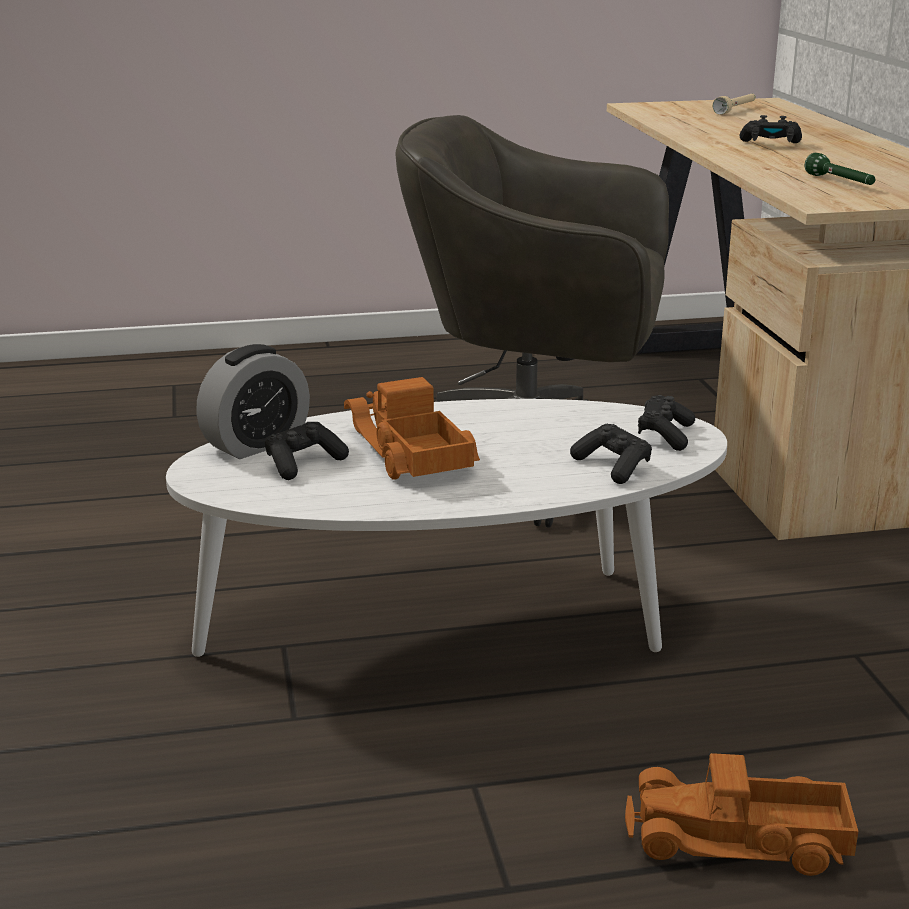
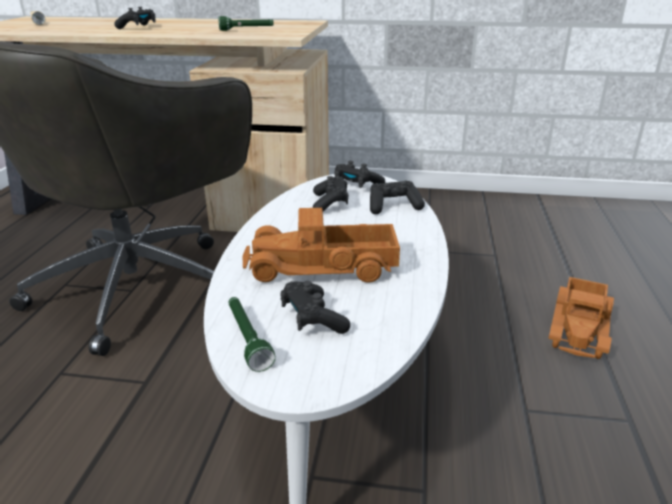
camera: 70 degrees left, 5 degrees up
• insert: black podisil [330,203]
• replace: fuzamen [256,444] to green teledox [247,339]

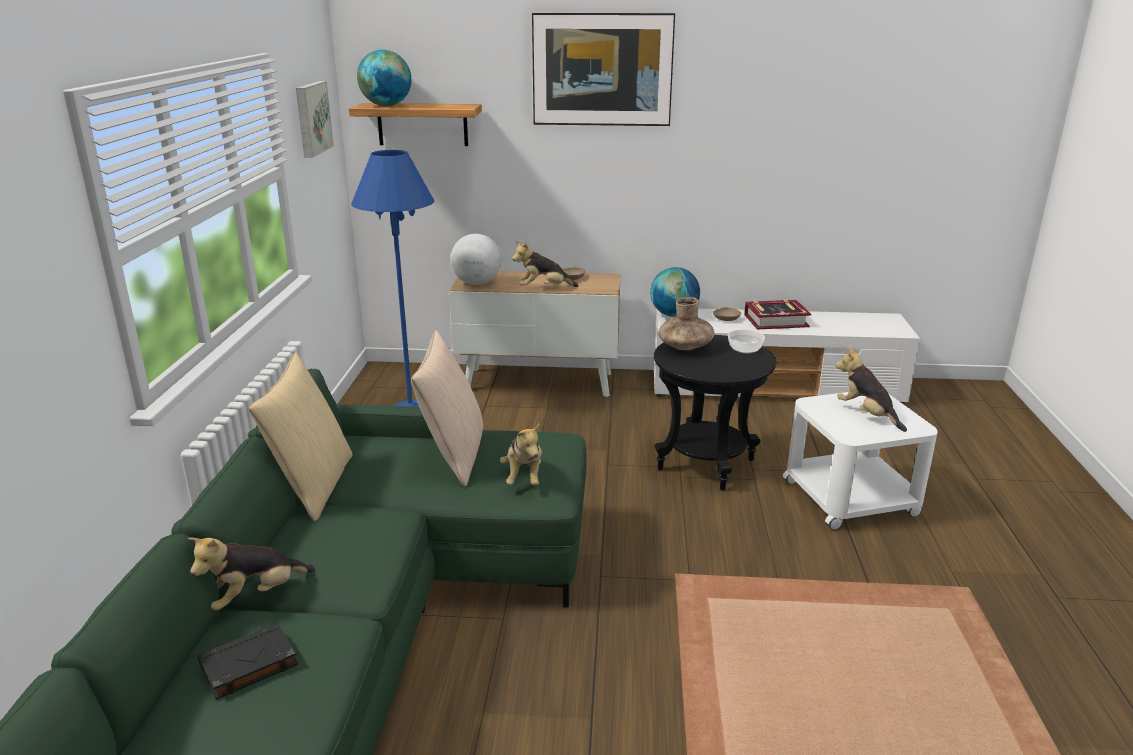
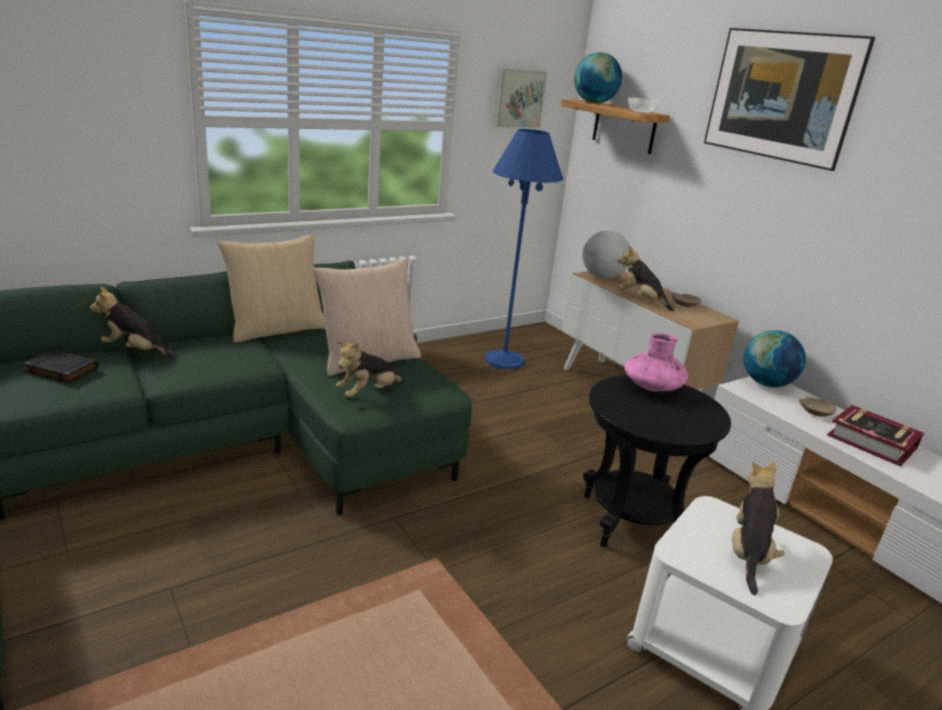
camera: 50 degrees right, 0 degrees up
• move: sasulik [745,349] to [642,112]
• recolor: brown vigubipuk [685,347] to pink vigubipuk [652,387]

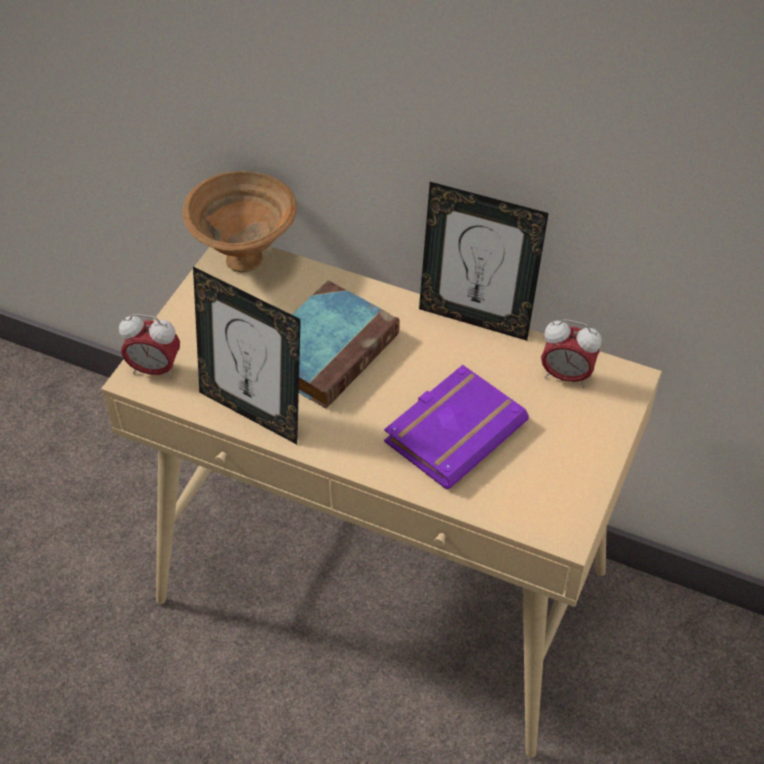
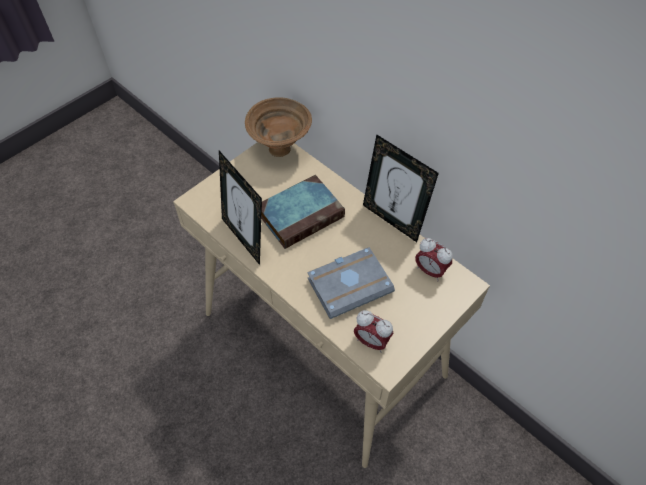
camera: 20 degrees right, 5 degrees up
• move: fuzamen [155,369] to [371,341]
• recolor: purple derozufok [454,429] to grey derozufok [350,283]

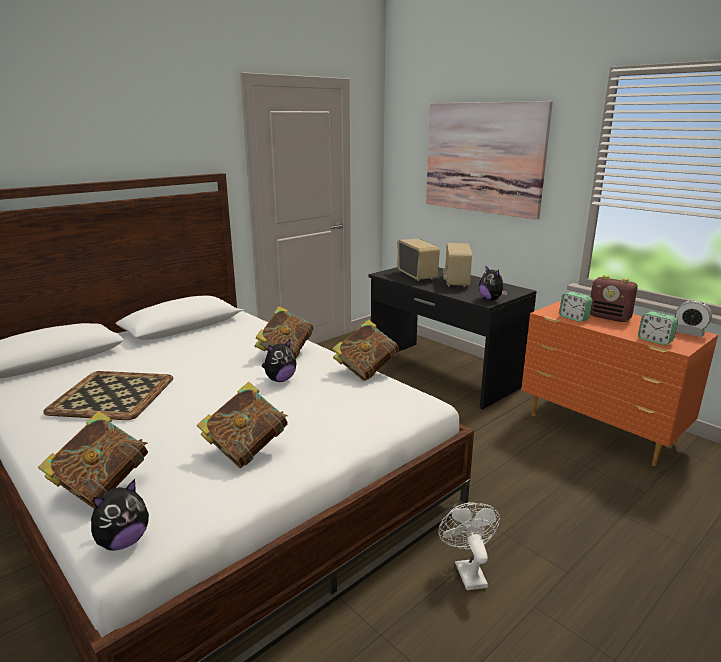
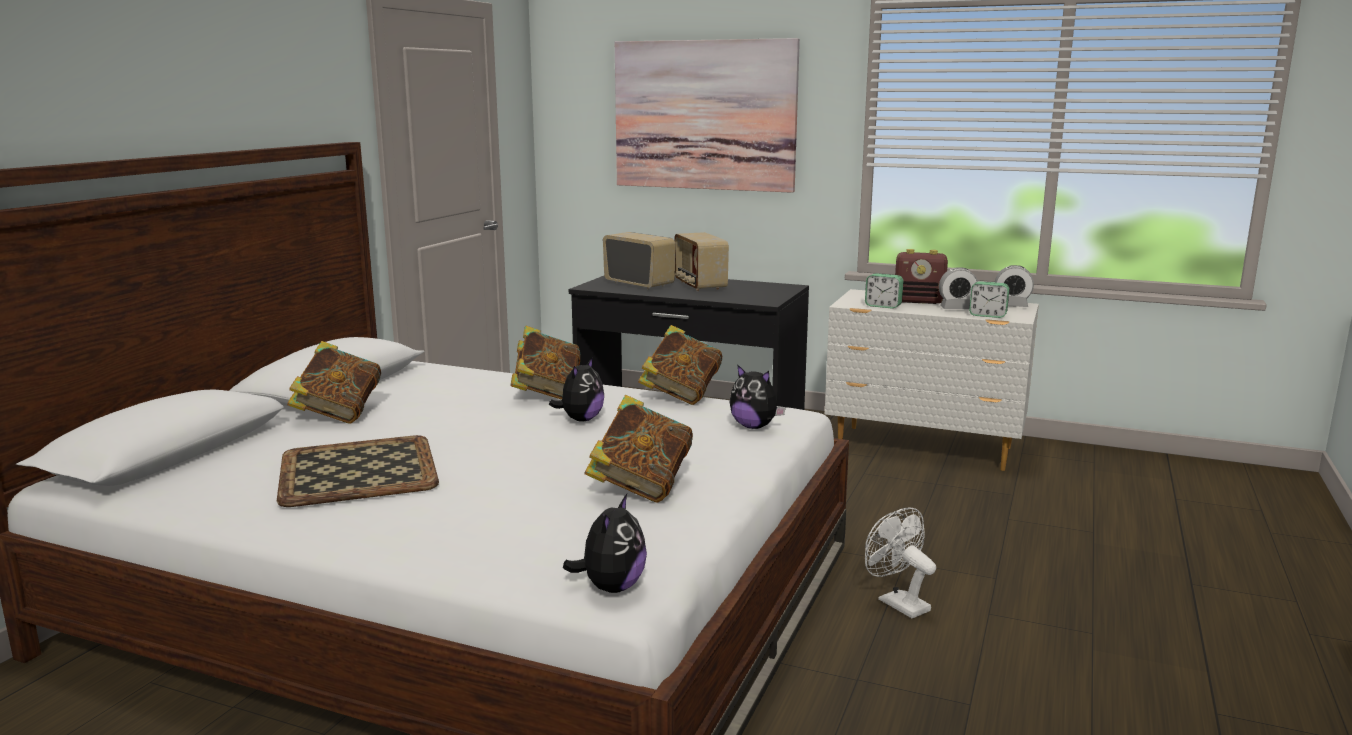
camera: 25 degrees left, 5 degrees down
• insert: fuzamen [956,308]
• move: derozufok [102,487] to [338,414]
• move: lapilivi [491,299] to [754,426]
• recolor: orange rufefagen [601,430] to white rufefagen [925,449]

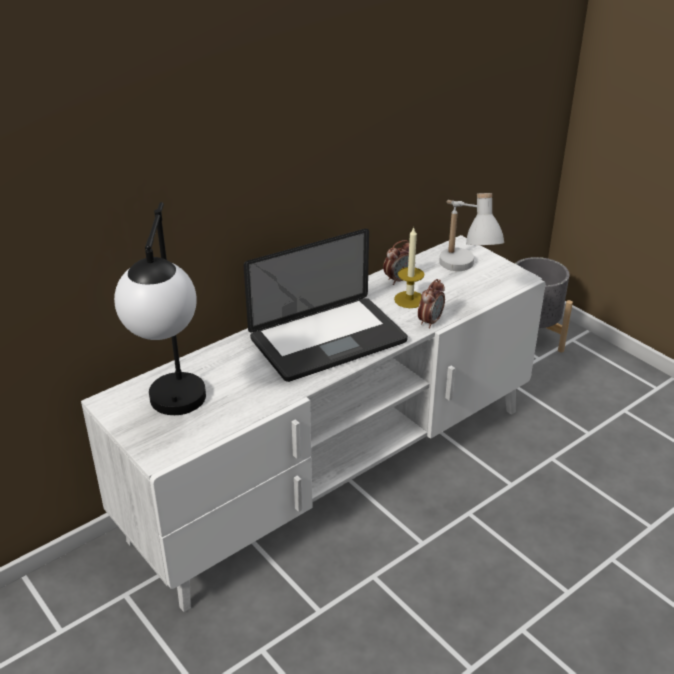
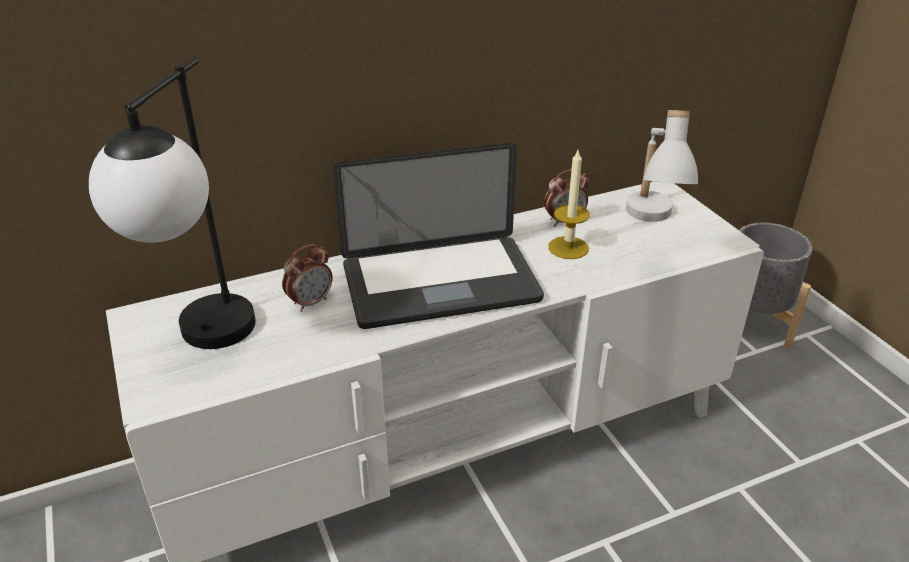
camera: 15 degrees right, 0 degrees up
• move: fuzamen [430,321] to [310,302]

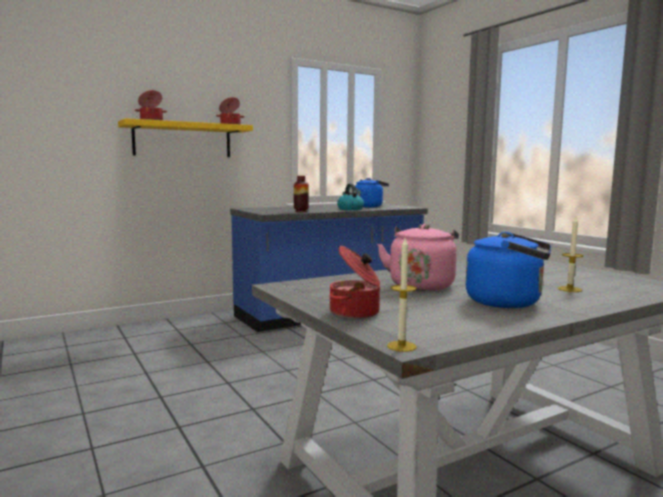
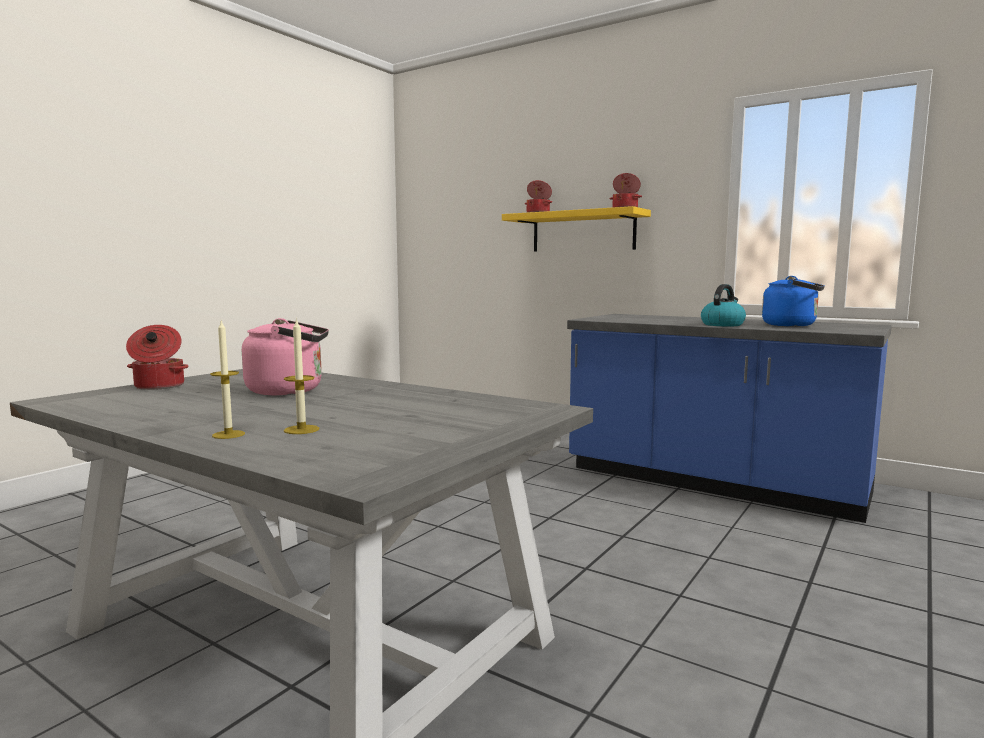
camera: 65 degrees right, 0 degrees up
• delete: vigubipuk [301,211]
• delete: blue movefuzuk [508,302]
• move: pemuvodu [401,346] to [228,434]

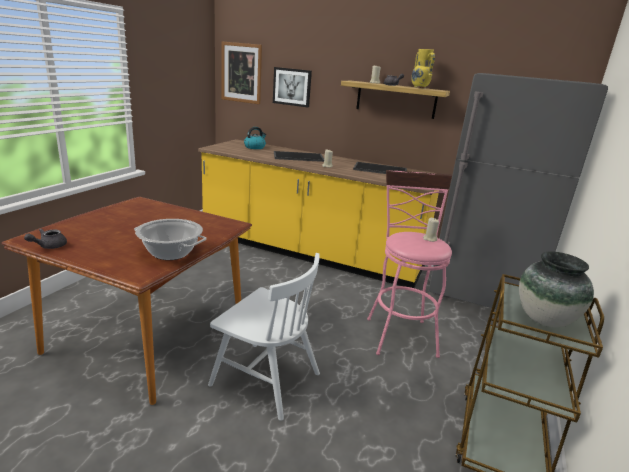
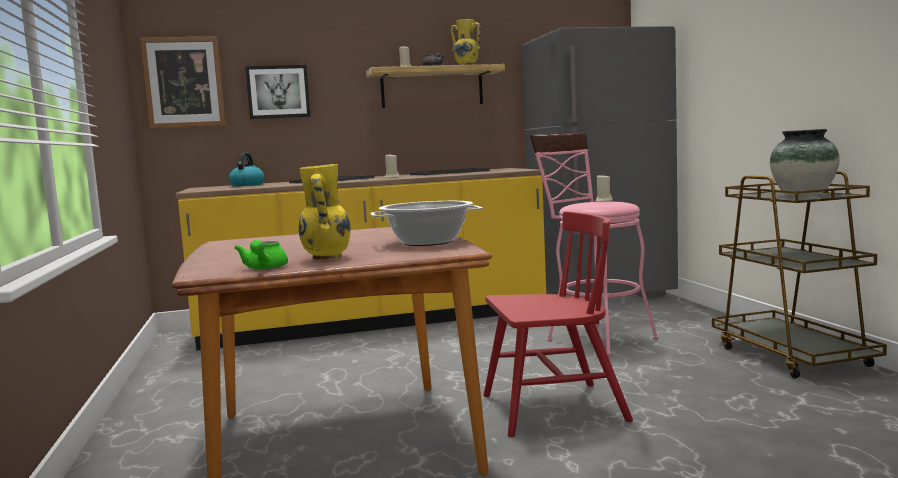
camera: 35 degrees left, 15 degrees down
• insert: yellow vigubipuk [326,258]
• recolor: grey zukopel [49,246] to green zukopel [264,269]
• recolor: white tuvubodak [265,379] to red tuvubodak [553,408]

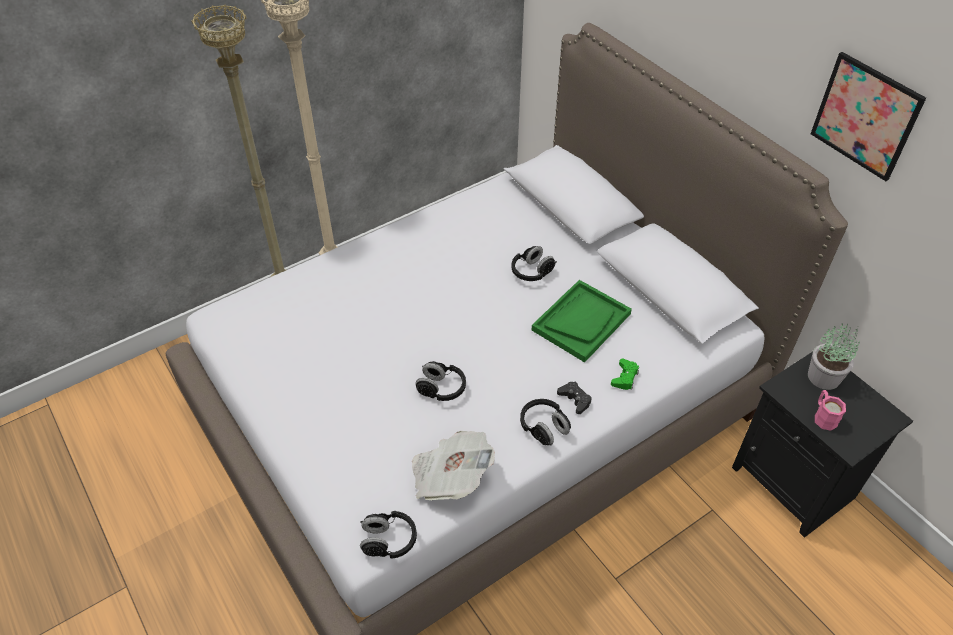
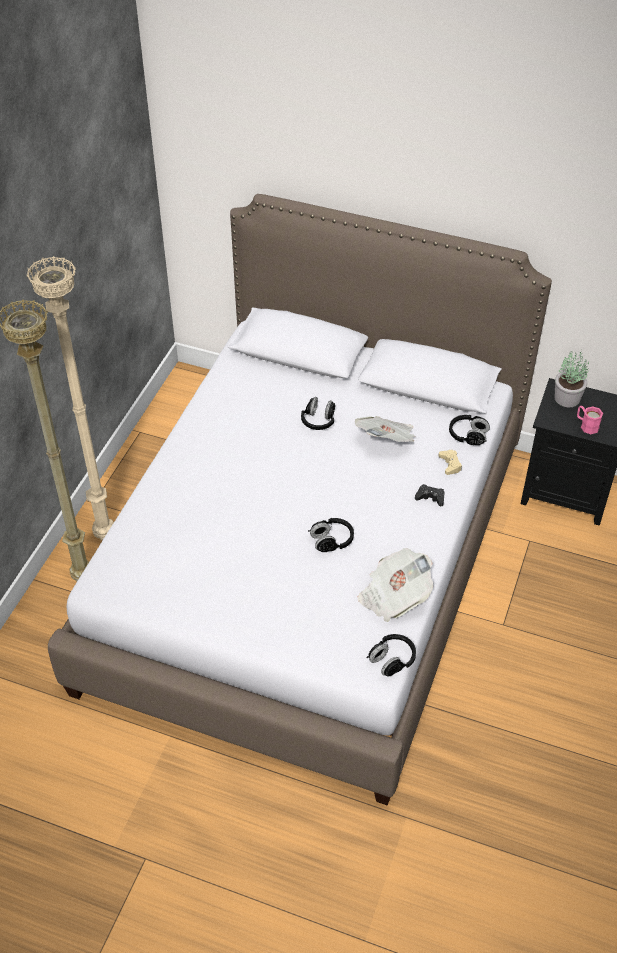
camera: 35 degrees left, 0 degrees up
• delete: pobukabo [865,116]
• move: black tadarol [543,428] to [468,436]
• replace: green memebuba [581,322] to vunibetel [387,440]
• recolor: green podisil [625,377] to beige podisil [450,464]

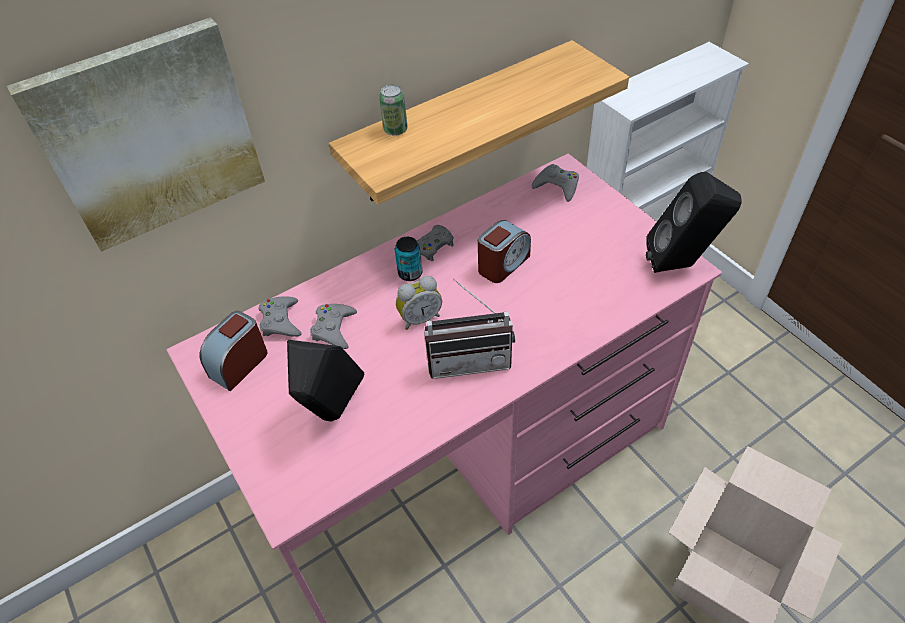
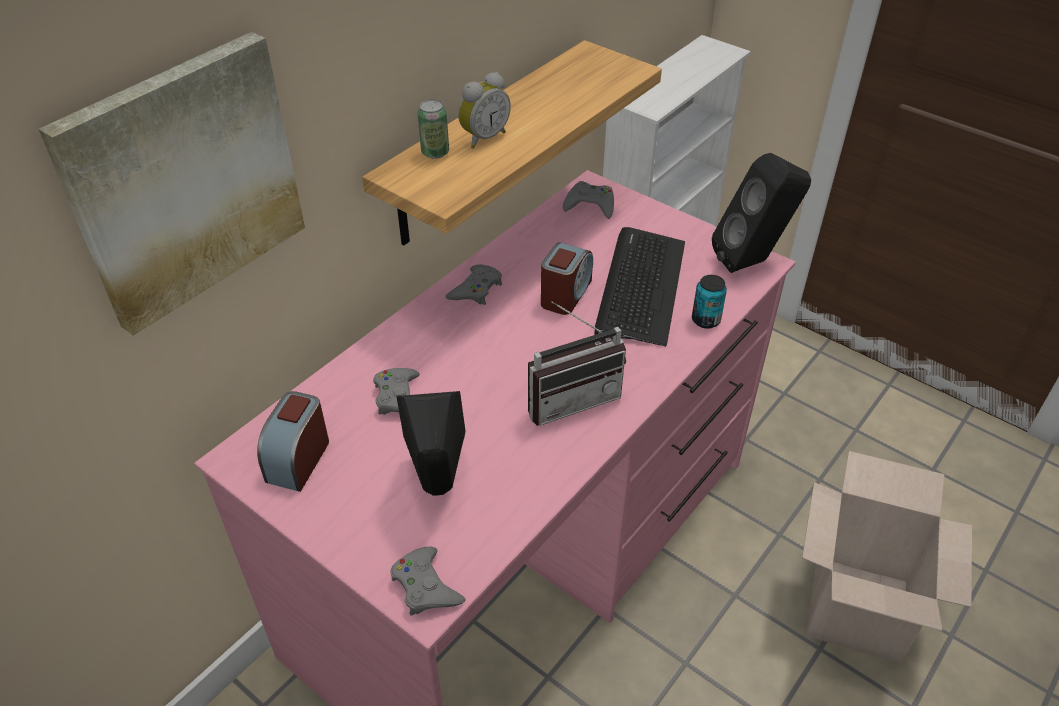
camera: 20 degrees left, 5 degrees down
• insert: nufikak [640,286]
• move: grey podisil [281,321] to [425,586]
• move: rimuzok [410,273] to [705,320]
• move: fuzamen [419,318] to [483,137]

